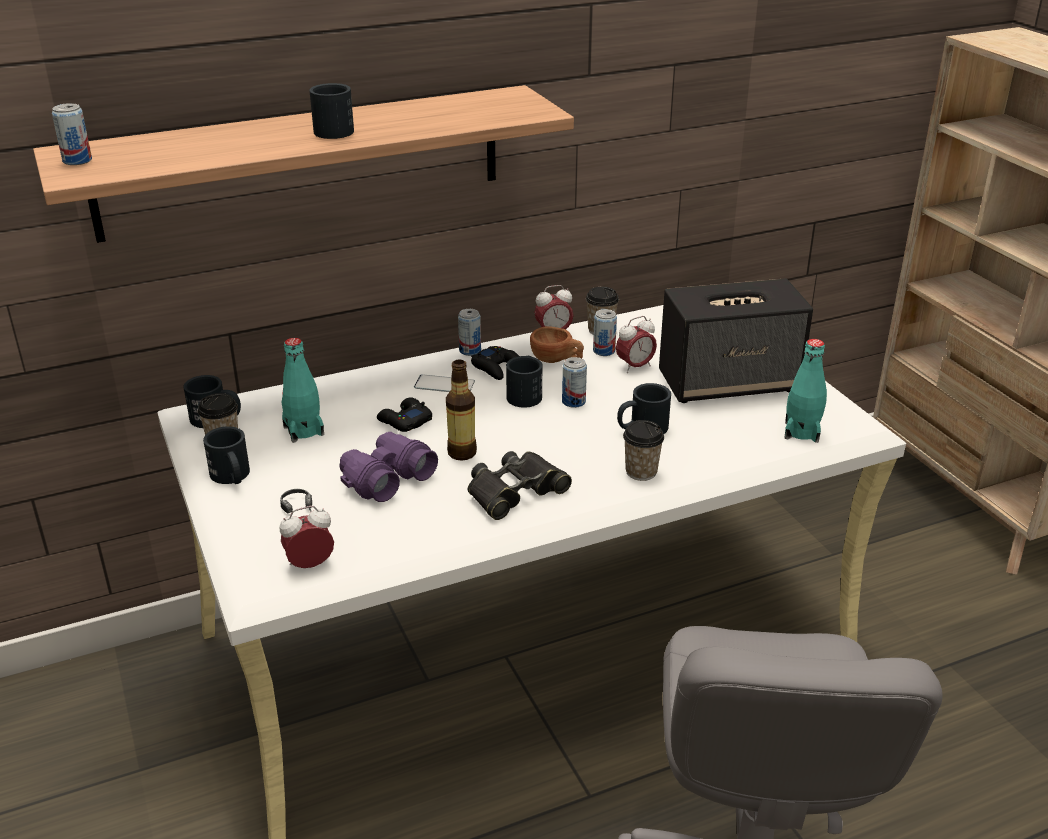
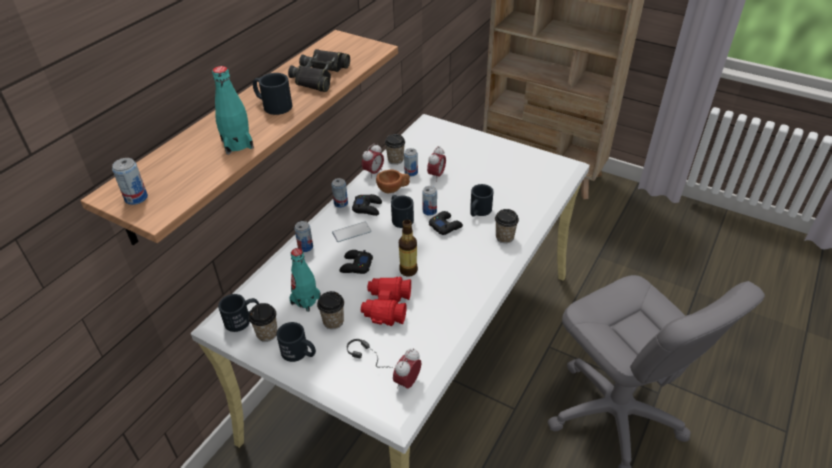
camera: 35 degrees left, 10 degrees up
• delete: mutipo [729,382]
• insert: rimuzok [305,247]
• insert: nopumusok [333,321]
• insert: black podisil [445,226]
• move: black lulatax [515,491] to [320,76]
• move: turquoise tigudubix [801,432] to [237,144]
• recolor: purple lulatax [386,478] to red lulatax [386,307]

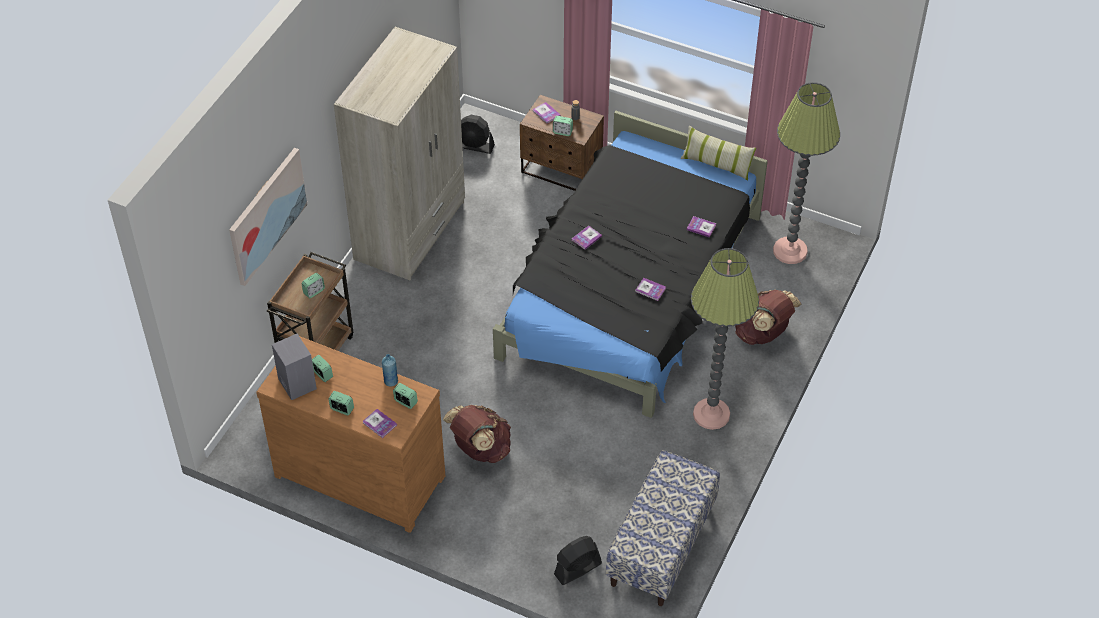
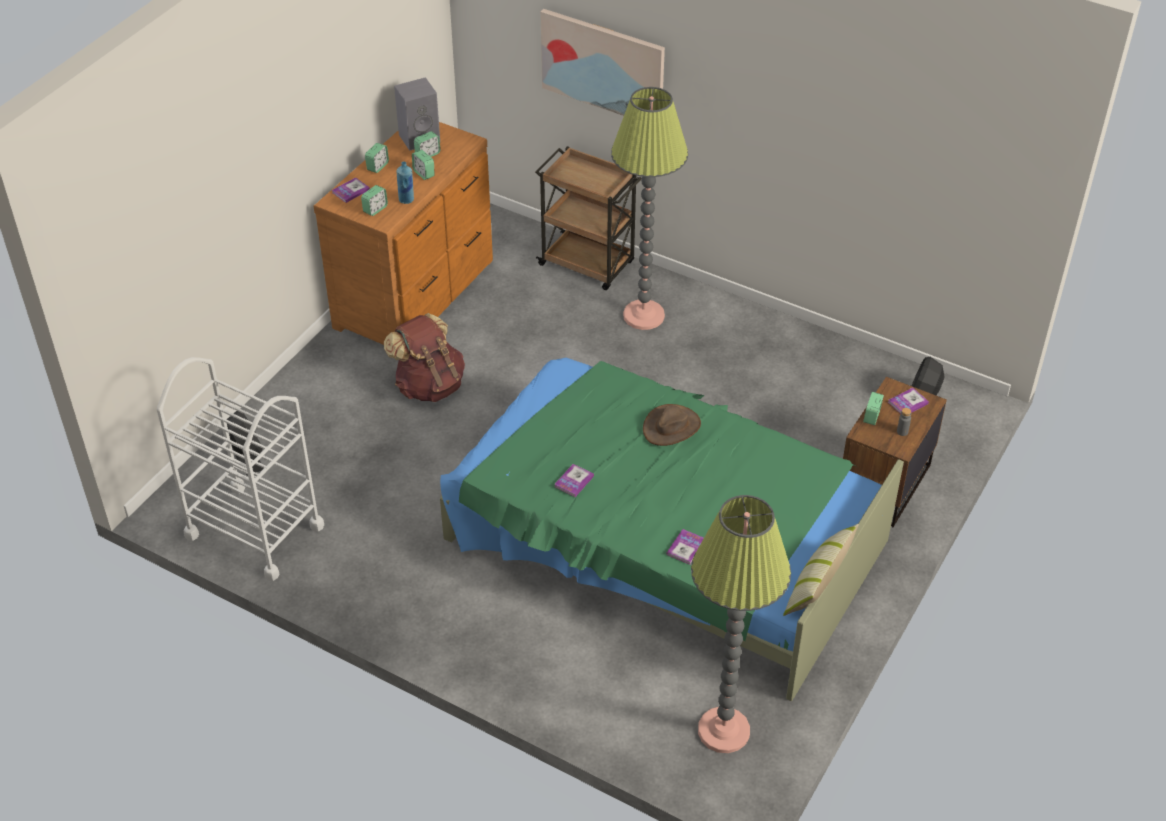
camera: 95 degrees right, 5 degrees down
• delete: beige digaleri [411,230]
• delete: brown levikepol [762,333]
• move: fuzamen [314,291] to [424,173]
• move: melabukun [711,414] to [643,316]
• replace: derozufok [586,238] to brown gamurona [671,427]
• replace: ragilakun [661,546] to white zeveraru [254,531]
• recolor: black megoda [630,288] to green megoda [662,539]

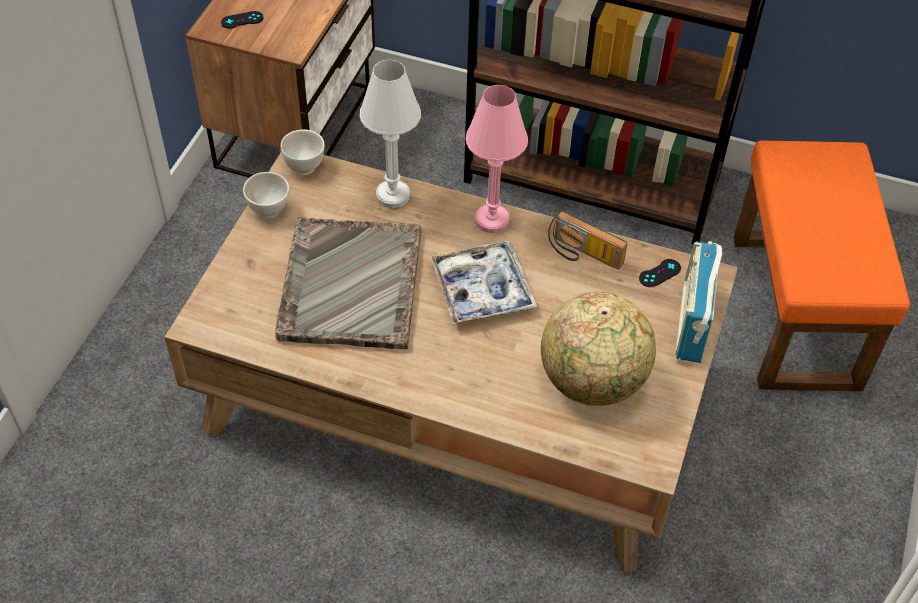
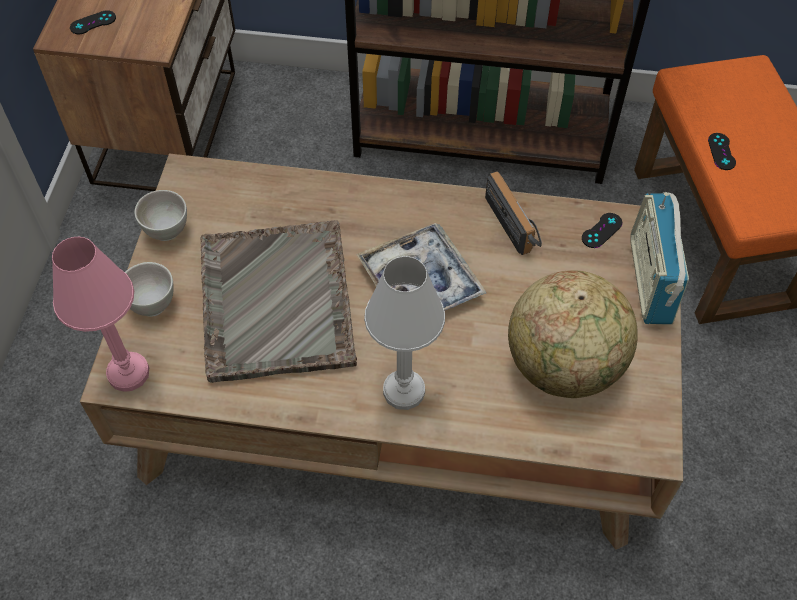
camera: 10 degrees left, 5 degrees up
• insert: black podisil [721,151]
• move: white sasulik [304,166] to [153,304]
• move: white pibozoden [393,196] to [404,391]
• move: pink pibozoden [492,220] to [128,373]
• rotate: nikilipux [582,254] = [516,224] 135 degrees counterclockwise

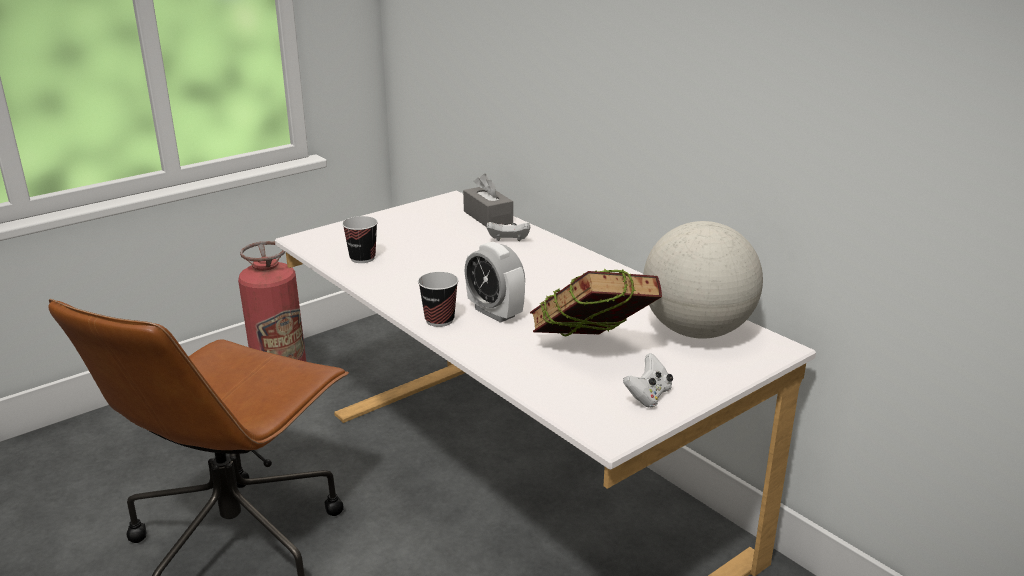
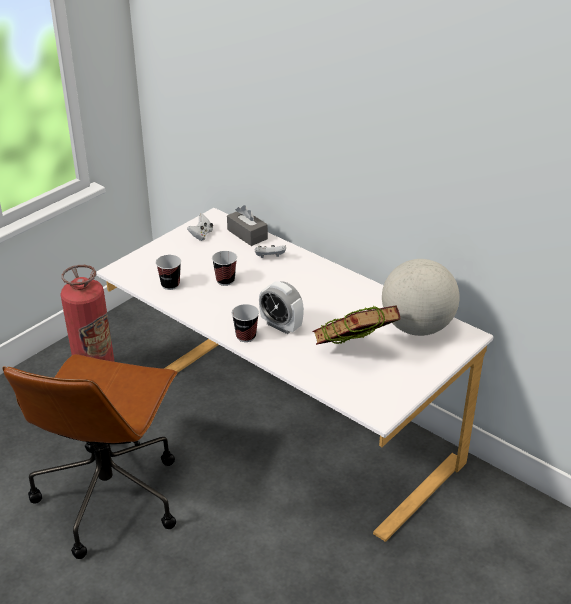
camera: 10 degrees left, 10 degrees up
• insert: nopumusok [225,280]
• move: white podisil [648,396] to [201,235]

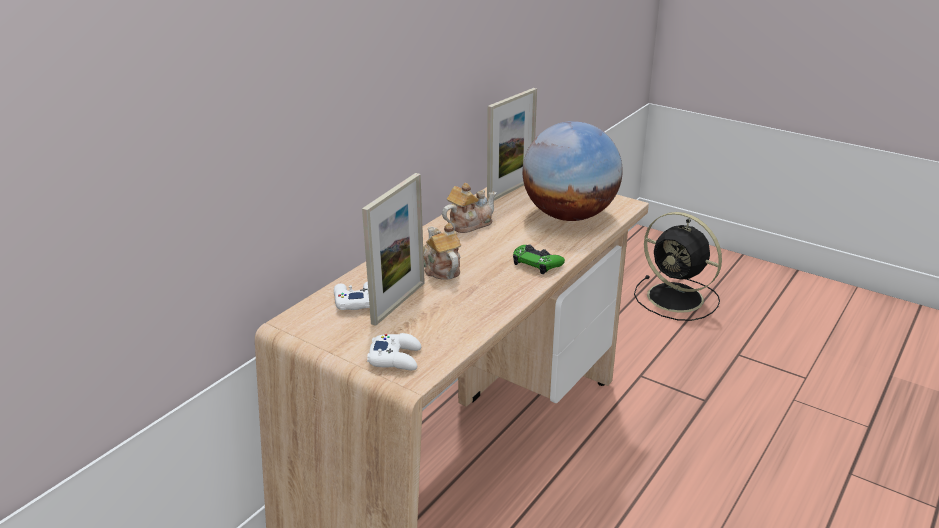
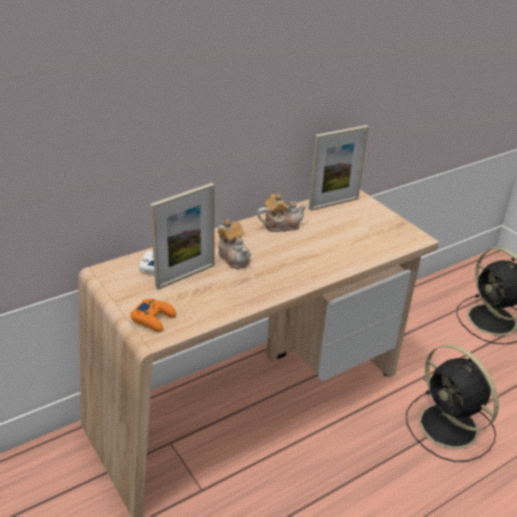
camera: 20 degrees right, 5 degrees up
• delete: green podisil [536,263]
• delete: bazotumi [569,215]
• insert: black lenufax [450,428]
• recolor: white podisil [395,358] to orange podisil [154,318]
• rotate: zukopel [441,269] = [234,257] 150 degrees clockwise

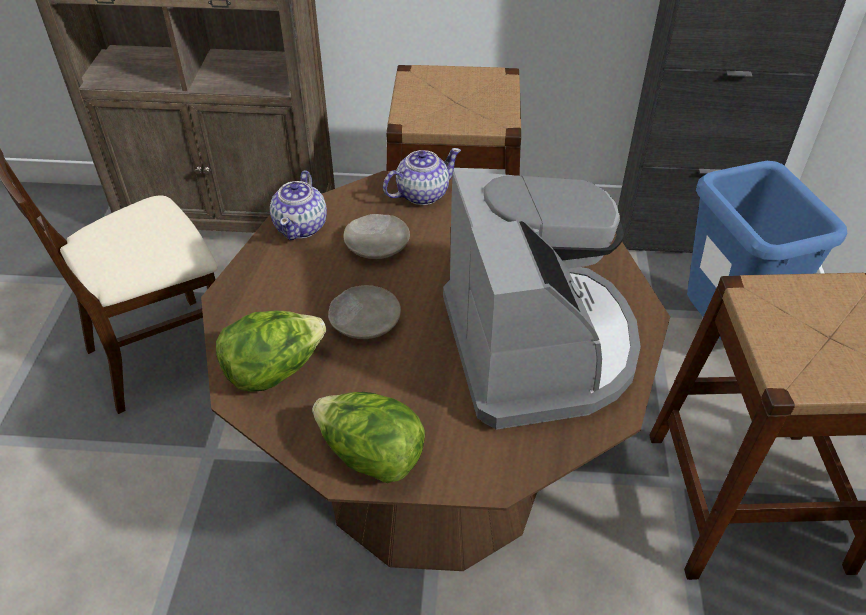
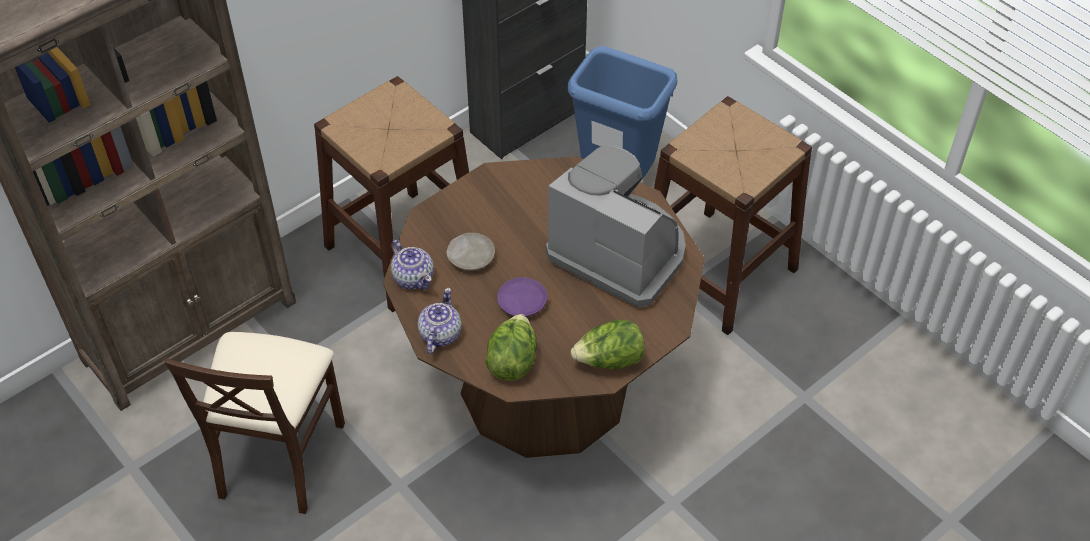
camera: 45 degrees left, 5 degrees up
• move: zukopel [421,194] to [439,335]
• recolor: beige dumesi [365,320] to purple dumesi [521,302]

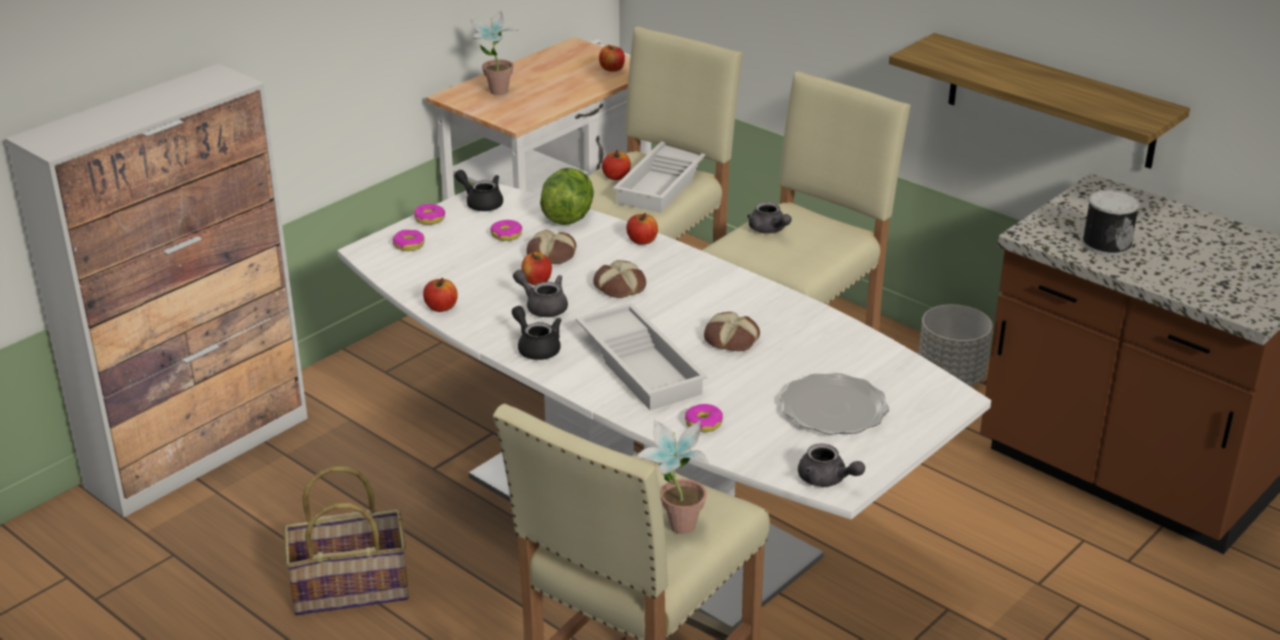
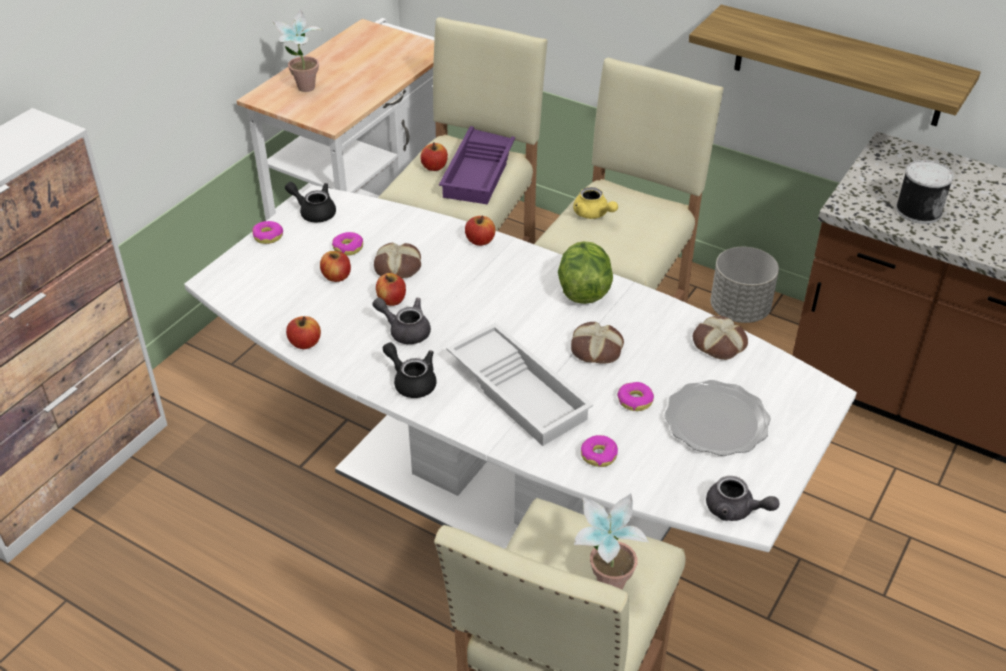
camera: 10 degrees left, 10 degrees up
• delete: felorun [351,587]
• move: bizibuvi [409,245] to [635,400]
• move: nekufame [568,217] to [583,291]
• move: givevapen [619,286] to [718,344]
• move: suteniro [612,69] to [336,276]
• recolor: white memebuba [665,183] to purple memebuba [482,169]
• recolor: grey zukopel [769,230] to yellow zukopel [593,214]

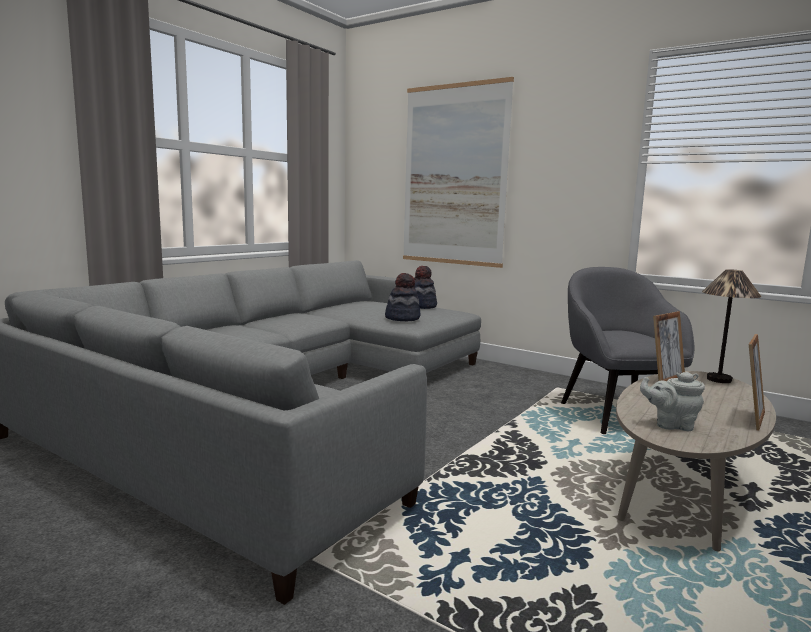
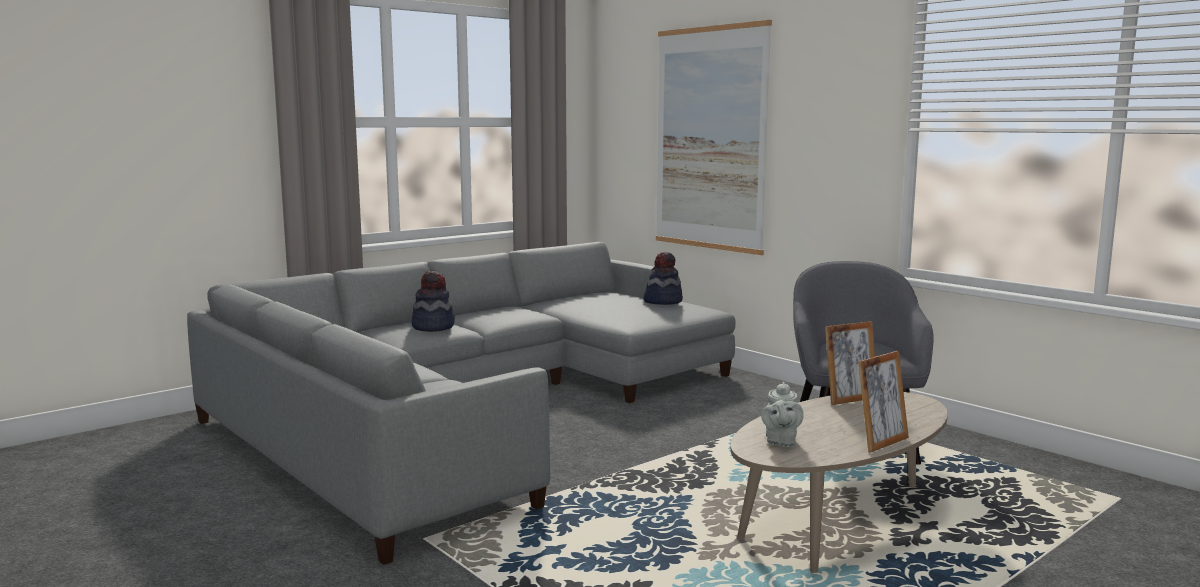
camera: 15 degrees right, 0 degrees up
• delete: pibozoden [719,380]
• move: gamurona [402,318] to [433,327]
• rotate: grey zukopel [671,425] = [780,442] 105 degrees counterclockwise

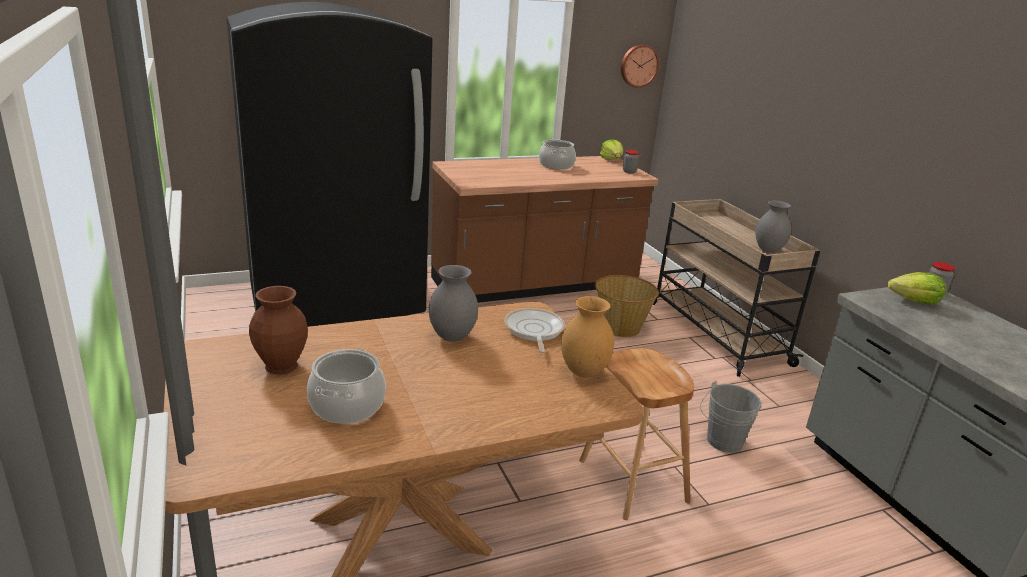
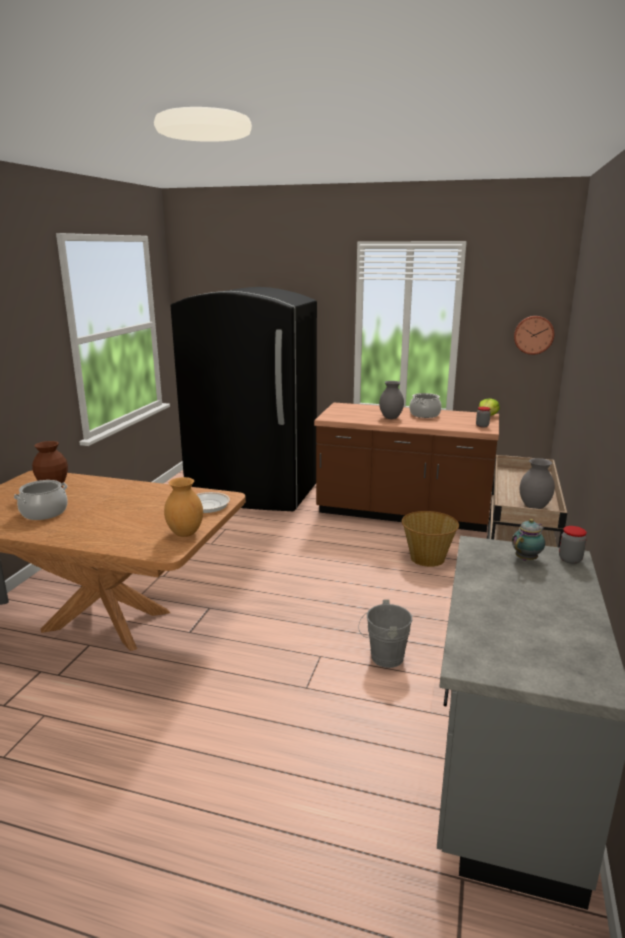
camera: 40 degrees right, 5 degrees down
• delete: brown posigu [632,481]
• move: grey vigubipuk [453,337] to [391,418]
• replace: nekufame [914,301] to zukopel [527,558]

